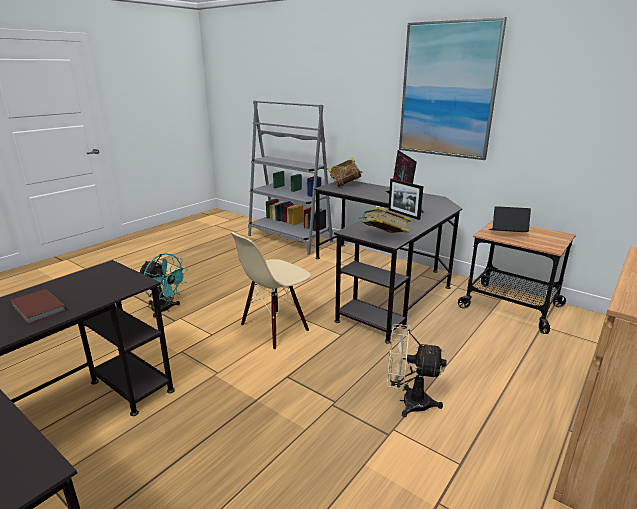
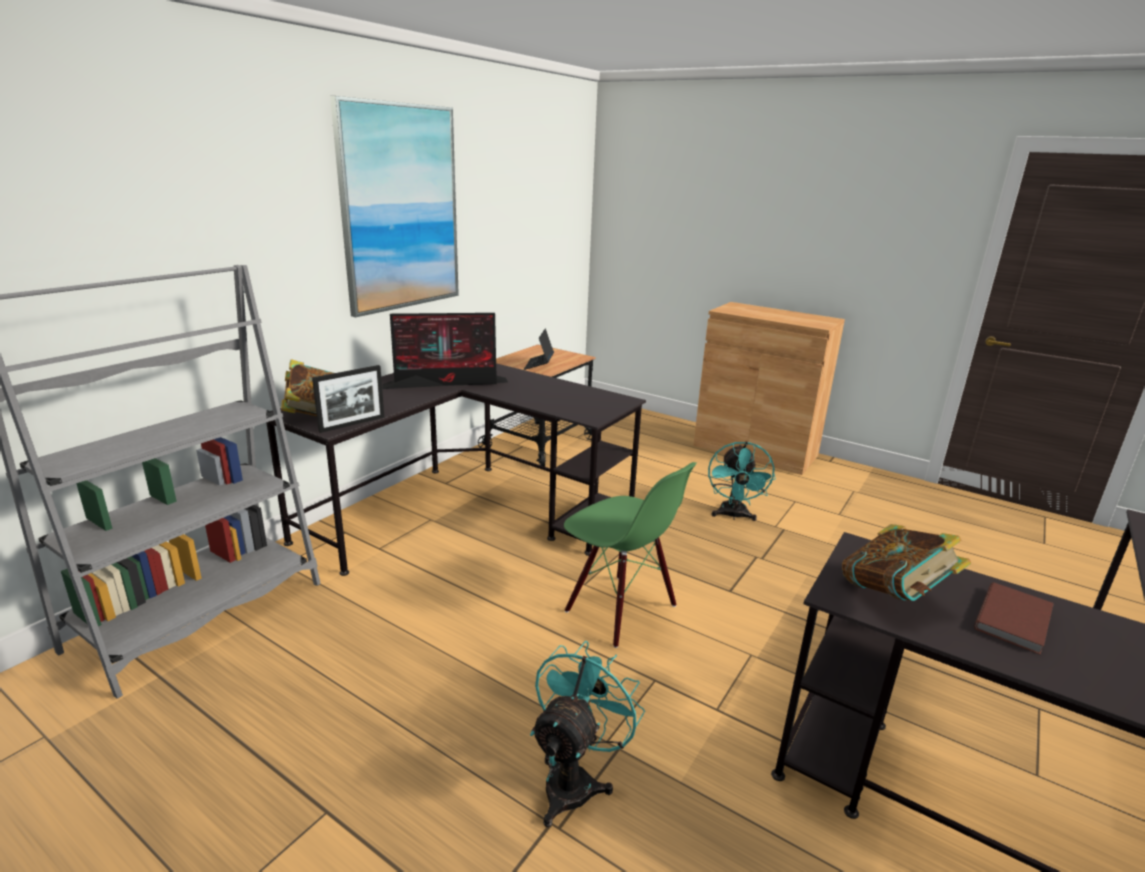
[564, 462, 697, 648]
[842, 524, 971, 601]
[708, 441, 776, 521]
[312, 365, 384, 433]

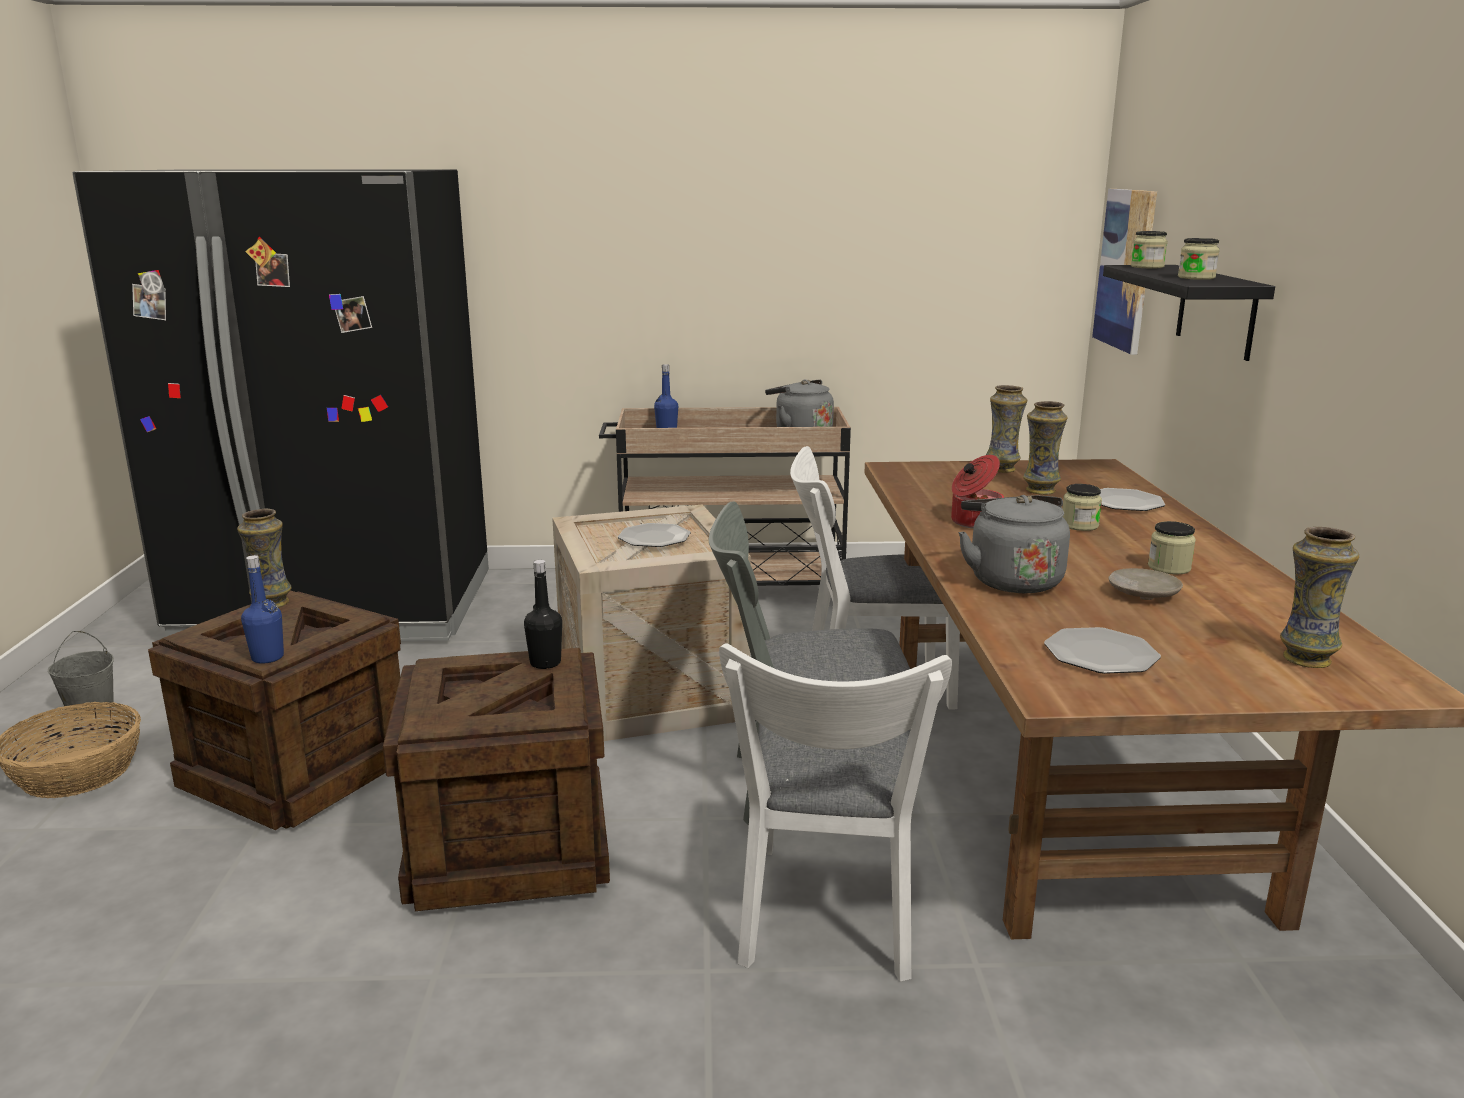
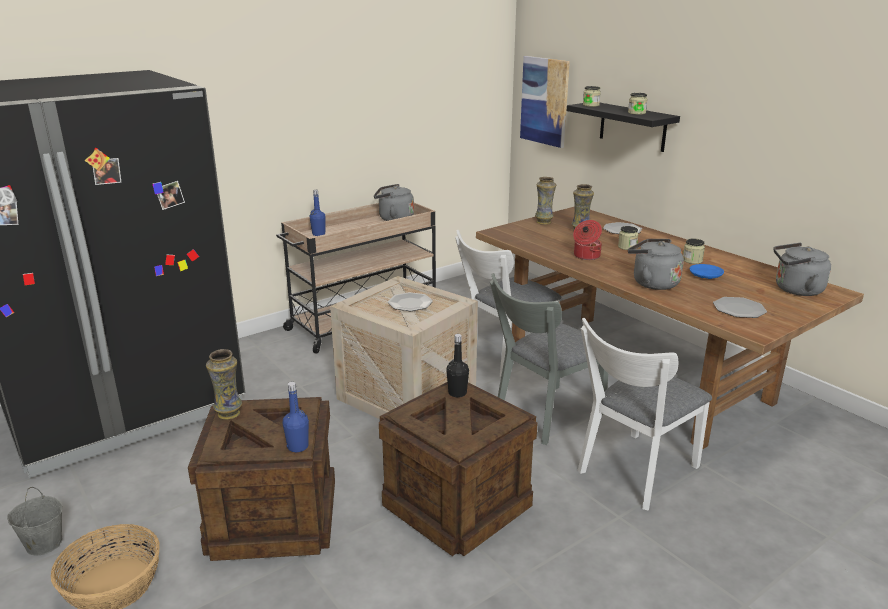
[578, 318, 712, 511]
[689, 264, 724, 279]
[773, 243, 831, 296]

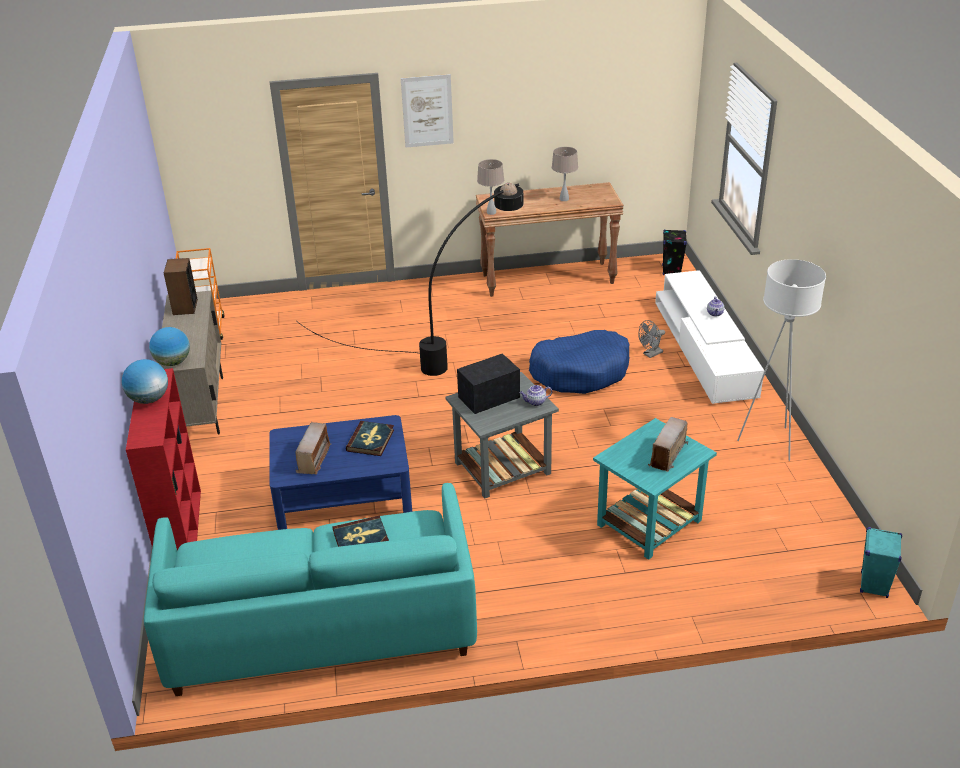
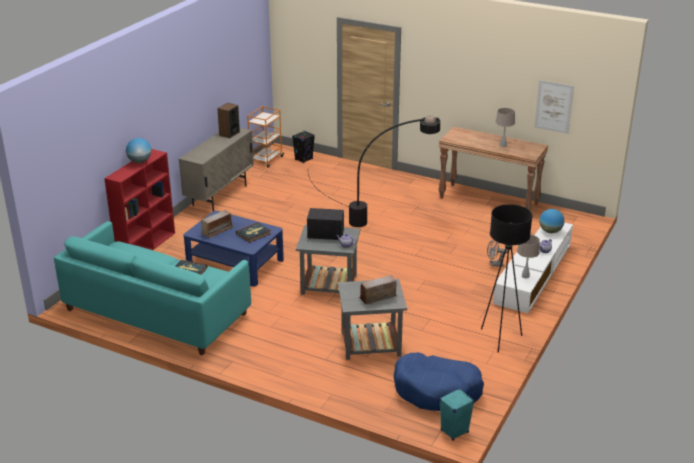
[539, 209, 564, 233]
[534, 80, 574, 134]
[517, 235, 540, 278]
[394, 353, 484, 411]
[338, 279, 407, 360]
[292, 131, 315, 163]
[481, 204, 532, 352]

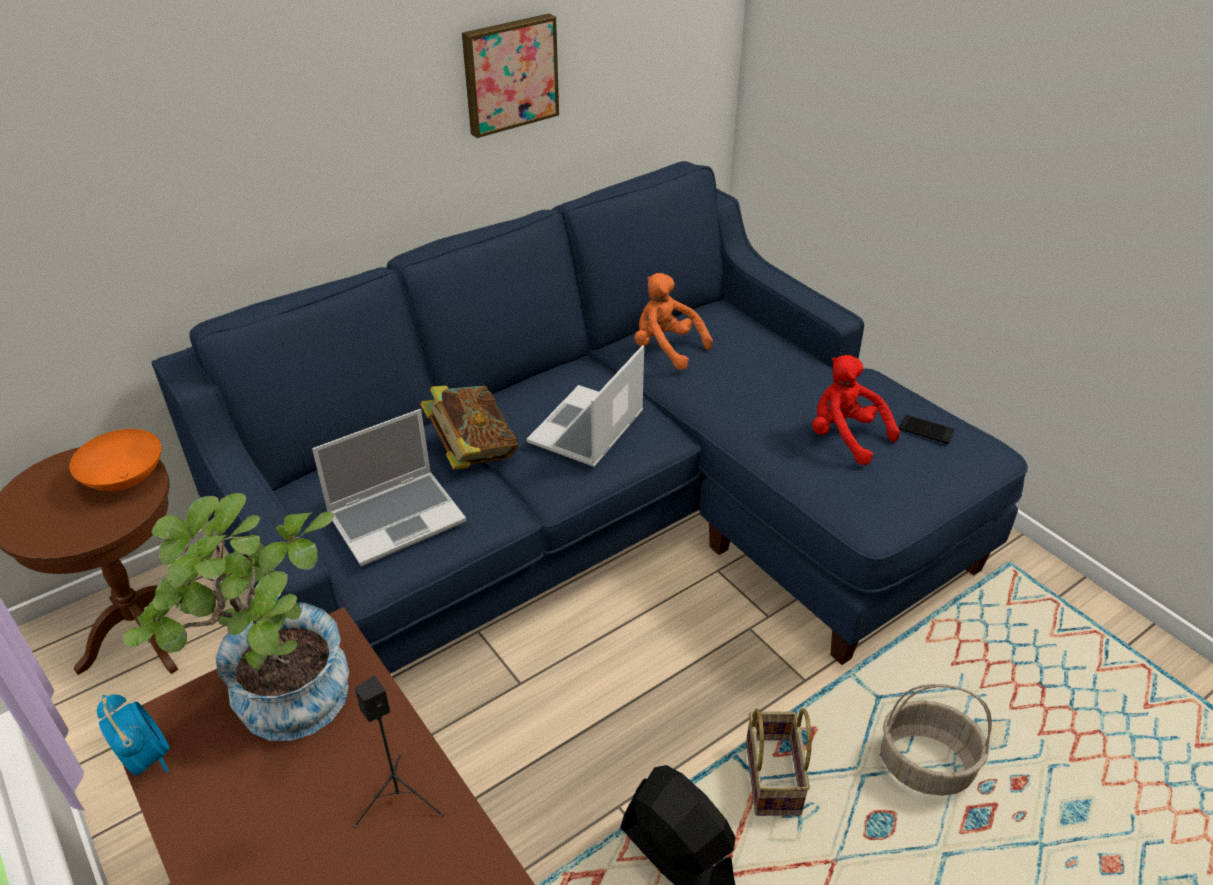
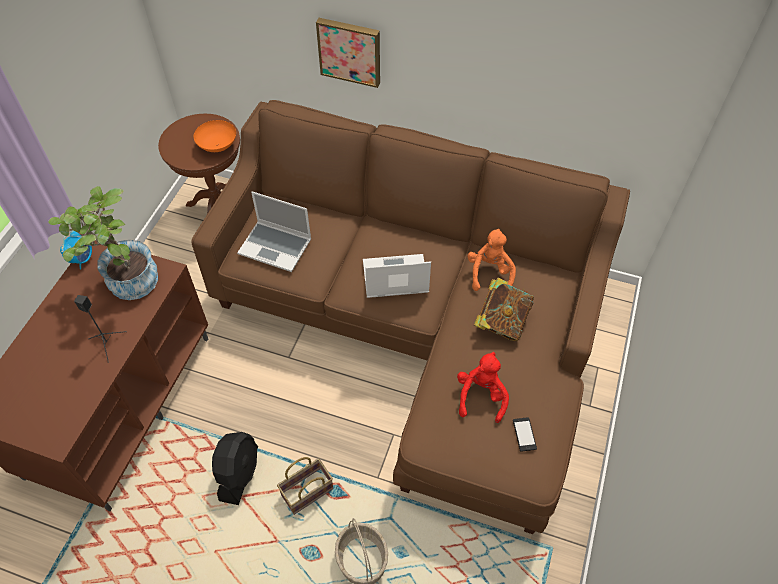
[191, 100, 630, 534]
[474, 278, 534, 341]
[316, 18, 380, 88]

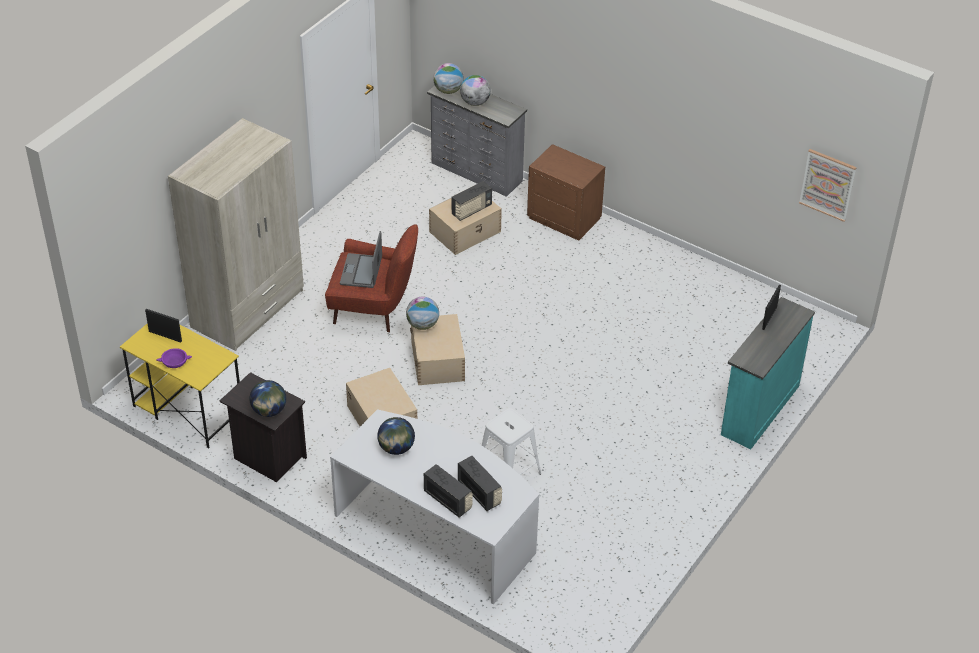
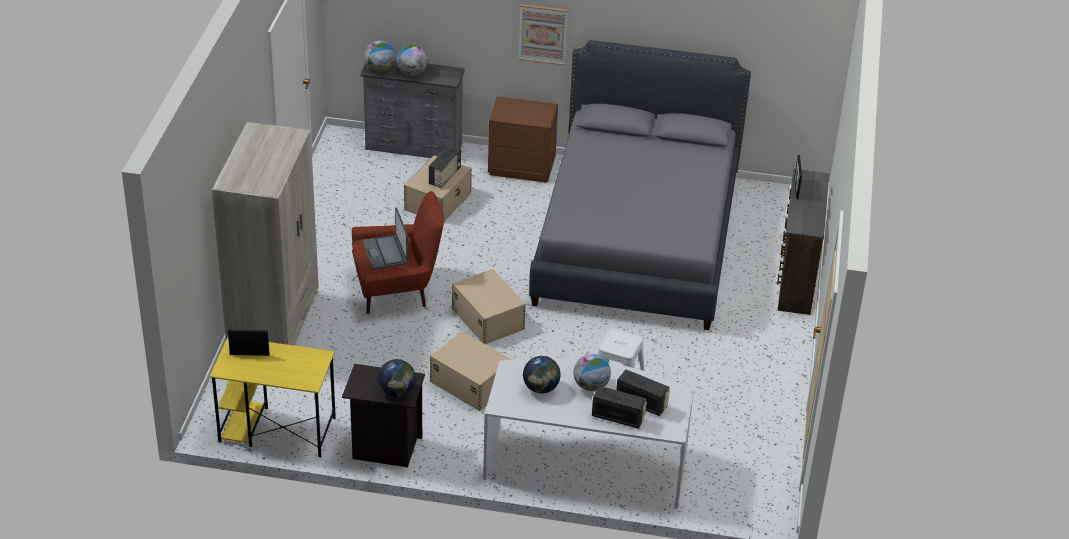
[156, 348, 192, 368] (first image)
[573, 354, 611, 391]
[777, 169, 829, 315]
[518, 4, 568, 65]
[529, 40, 751, 330]

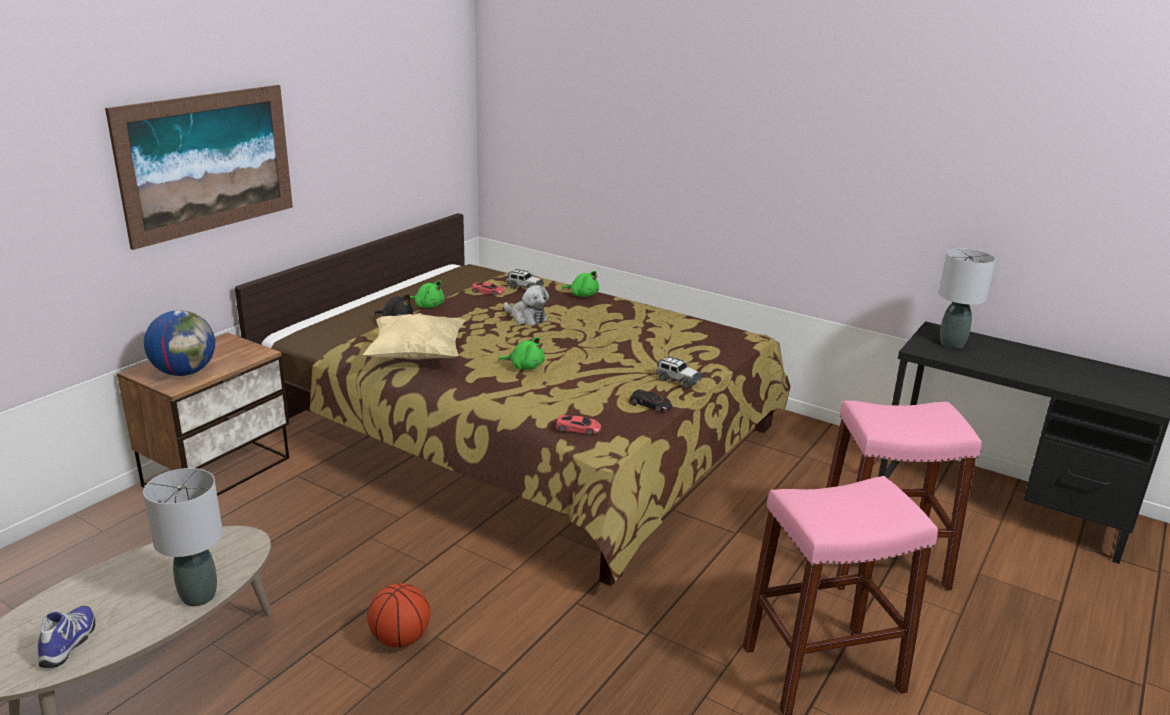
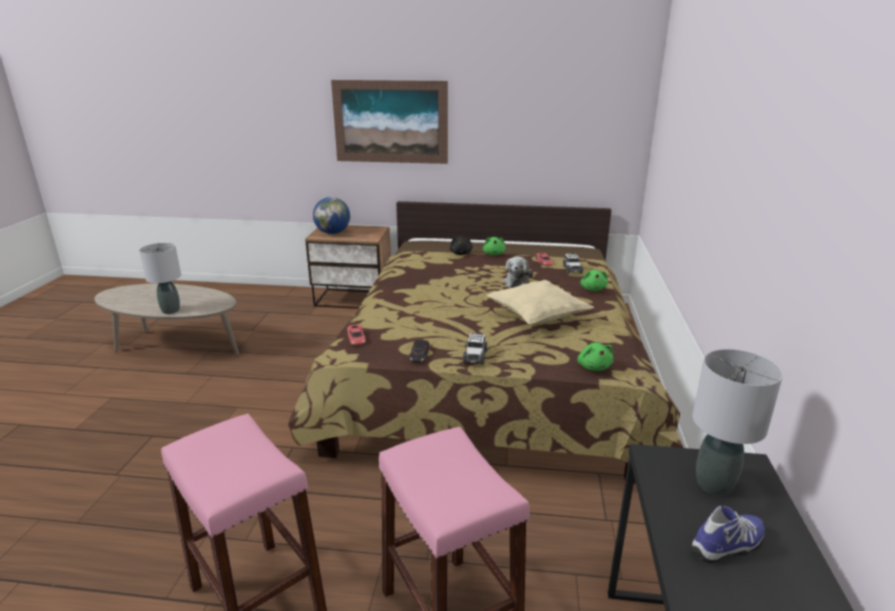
[690, 505, 765, 563]
[487, 280, 594, 325]
[367, 583, 431, 648] (first image)
[577, 342, 613, 371]

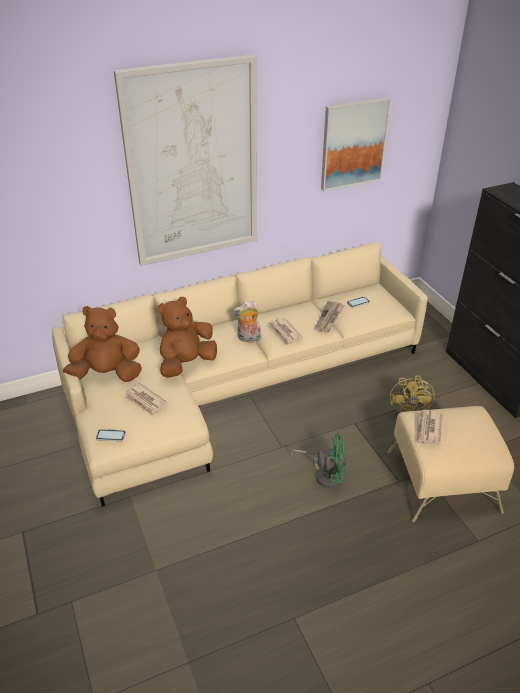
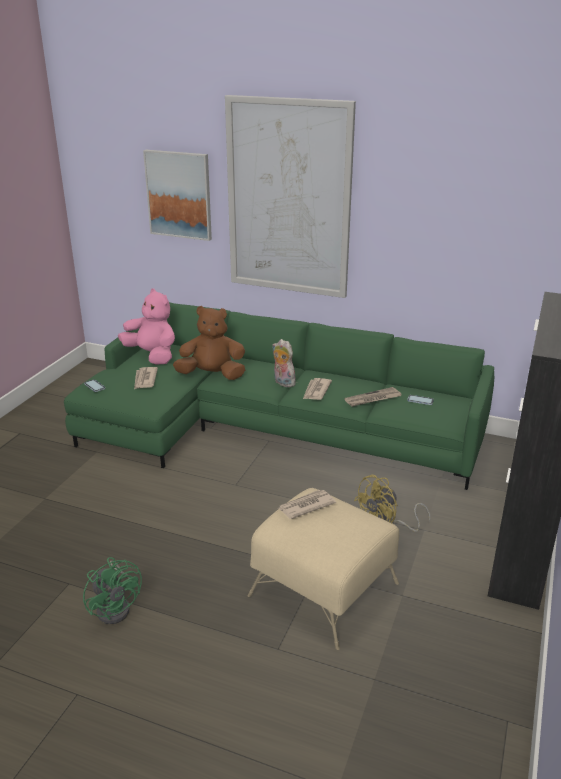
[64, 302, 494, 490]
[118, 288, 175, 365]
[83, 557, 142, 624]
[143, 150, 212, 241]

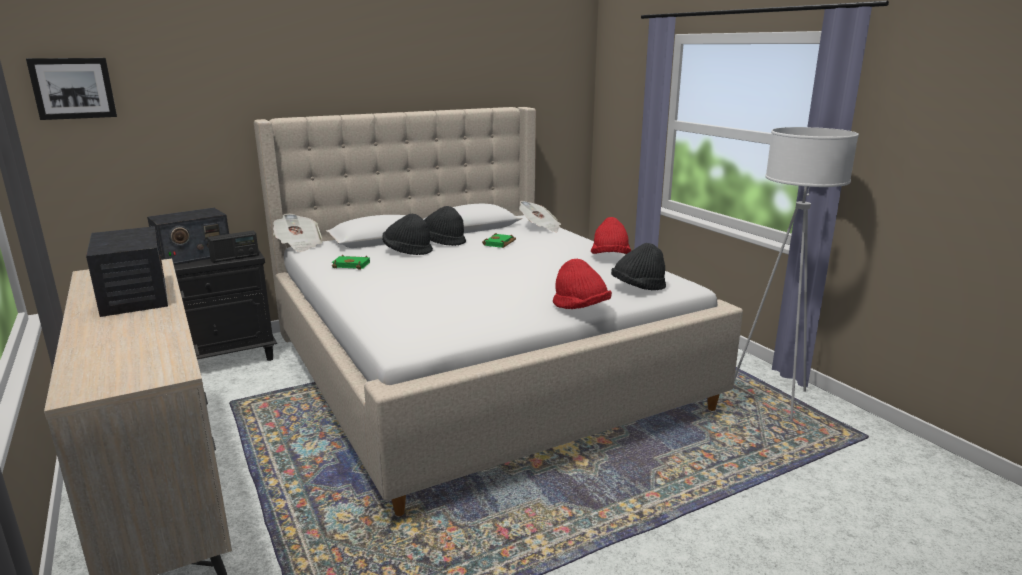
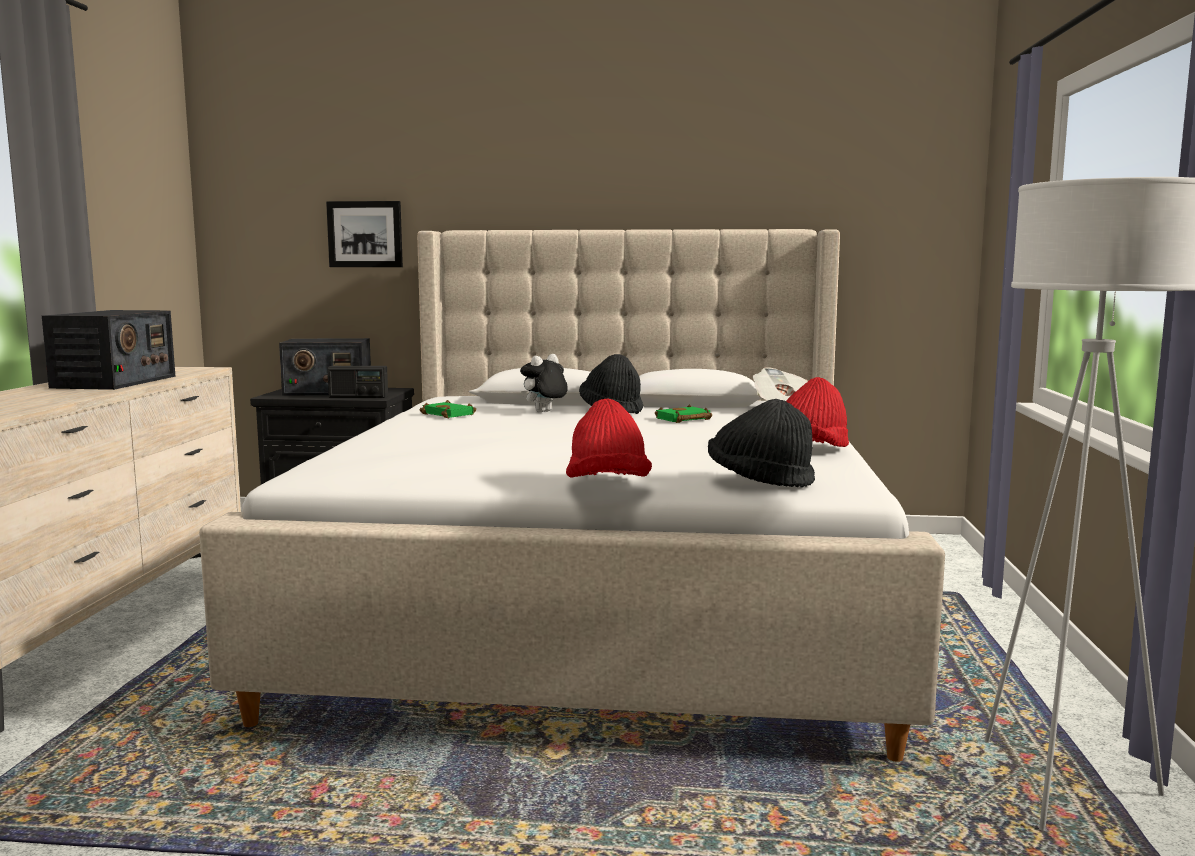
[326, 201, 403, 267]
[273, 214, 322, 252] (first image)
[520, 354, 568, 412]

